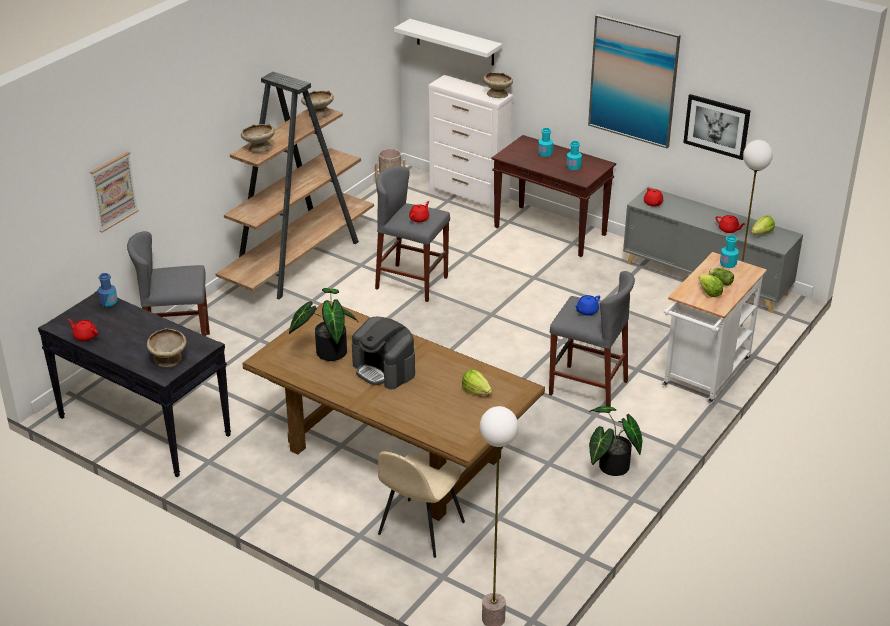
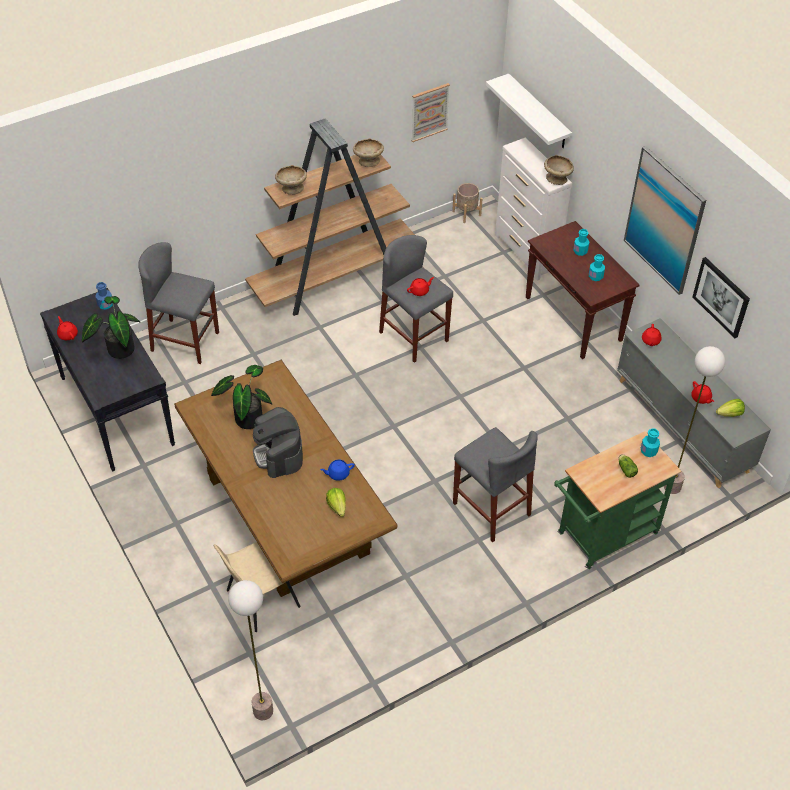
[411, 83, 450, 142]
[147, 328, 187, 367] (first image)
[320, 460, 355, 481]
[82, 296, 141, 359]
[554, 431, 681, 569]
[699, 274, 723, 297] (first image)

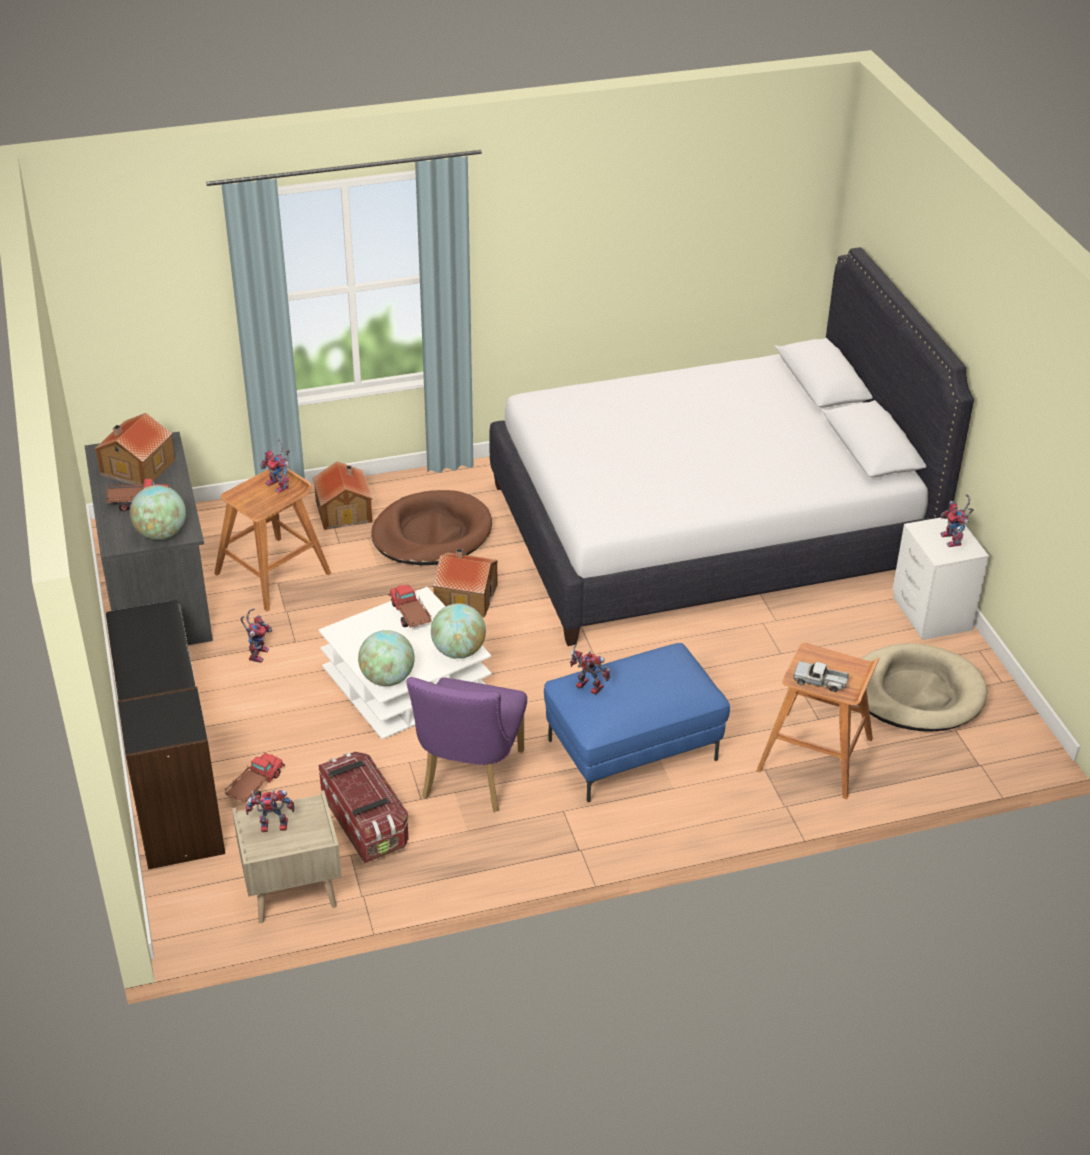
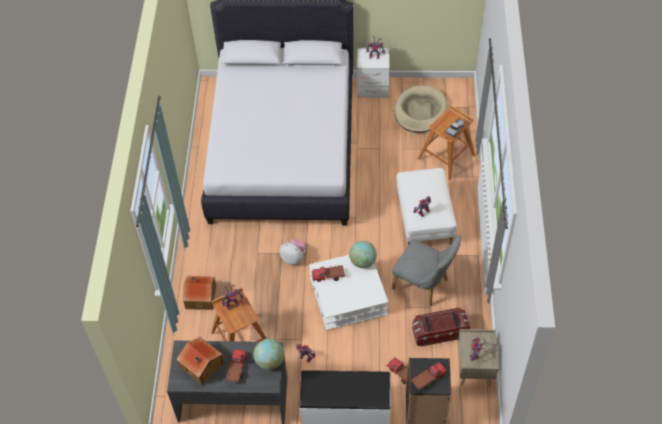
[358, 630, 415, 686] (first image)
[371, 490, 492, 565] (first image)
[392, 235, 462, 306]
[280, 239, 306, 265]
[397, 168, 457, 245]
[411, 362, 447, 390]

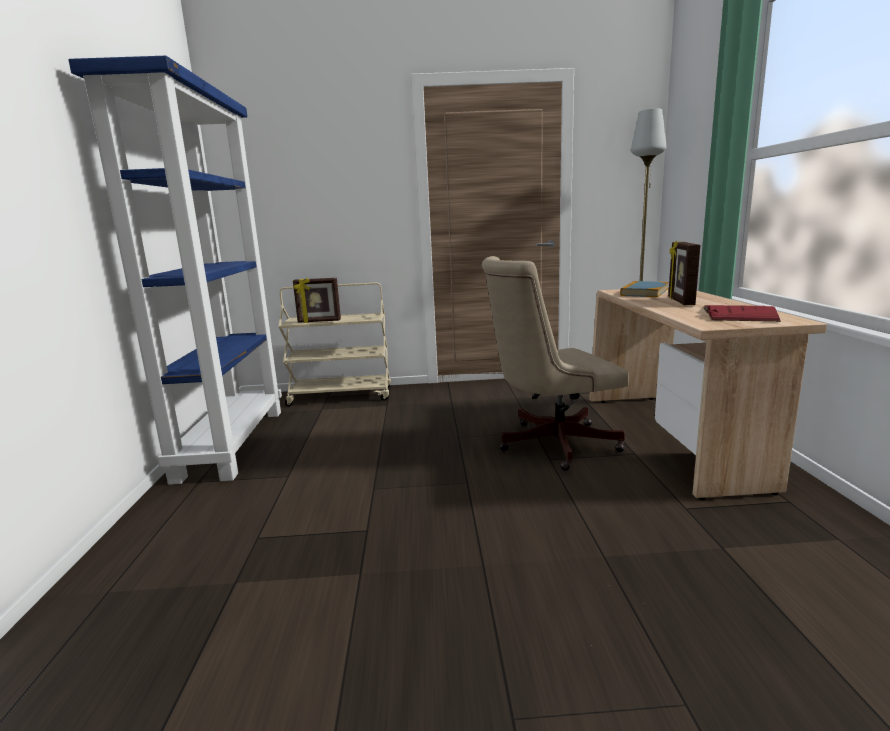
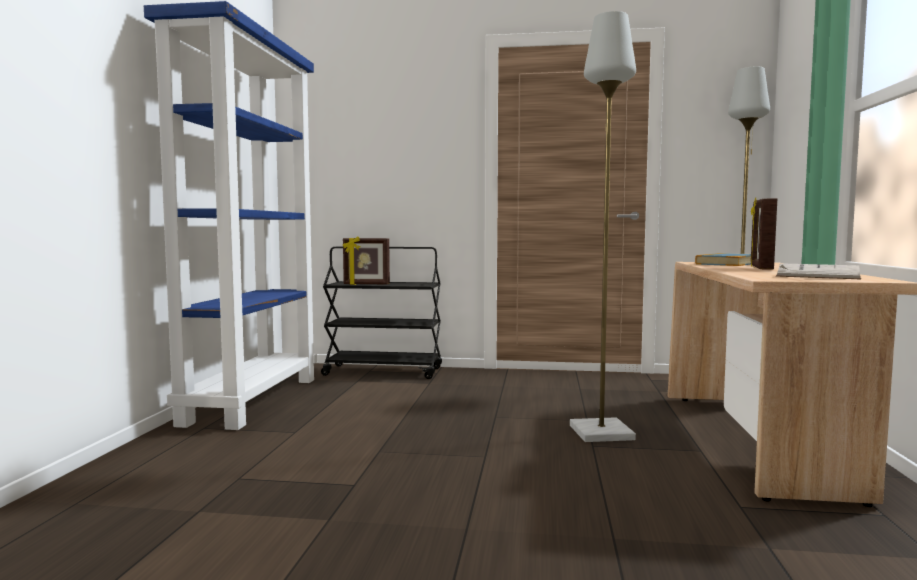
[321, 247, 442, 379]
[570, 11, 636, 442]
[776, 263, 861, 279]

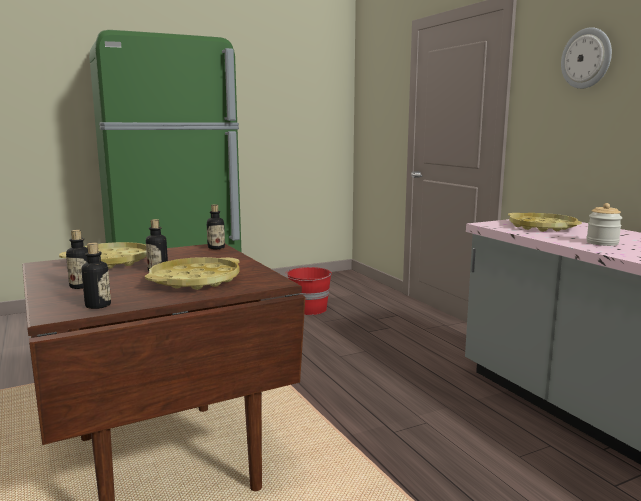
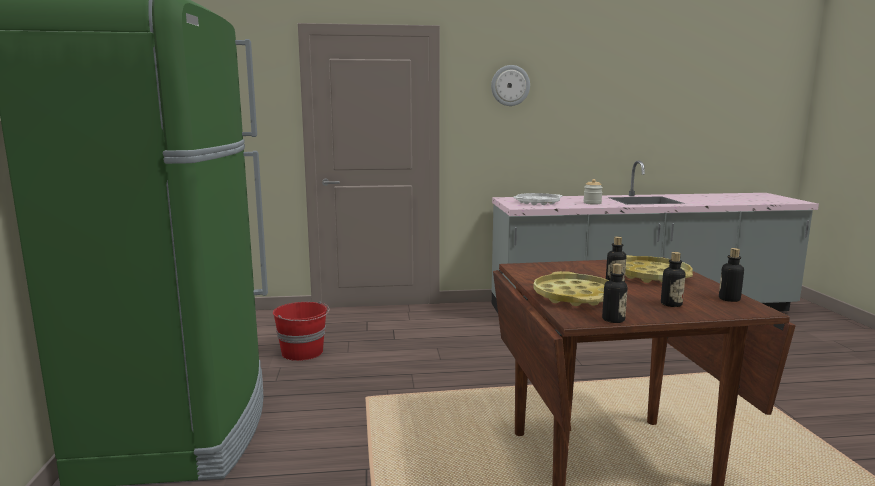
[602, 263, 628, 323]
[513, 193, 563, 205]

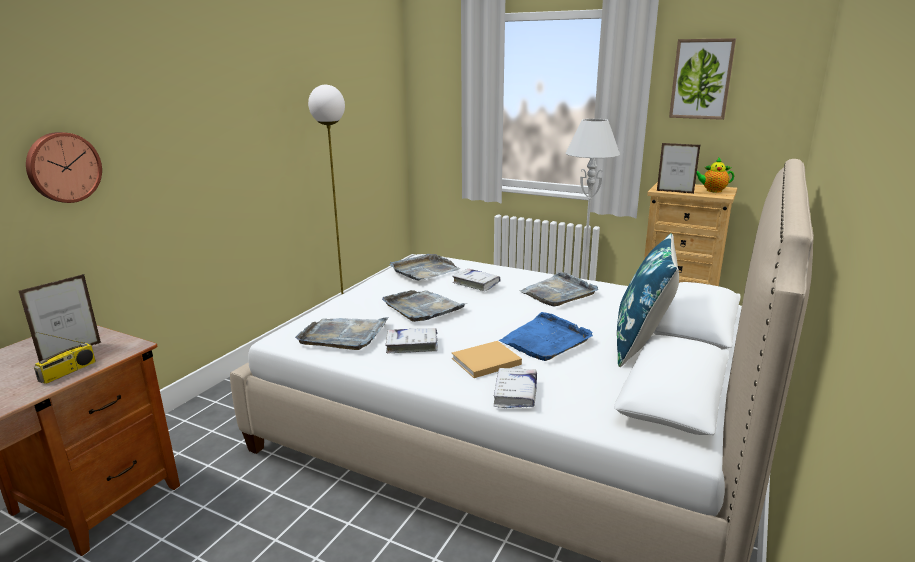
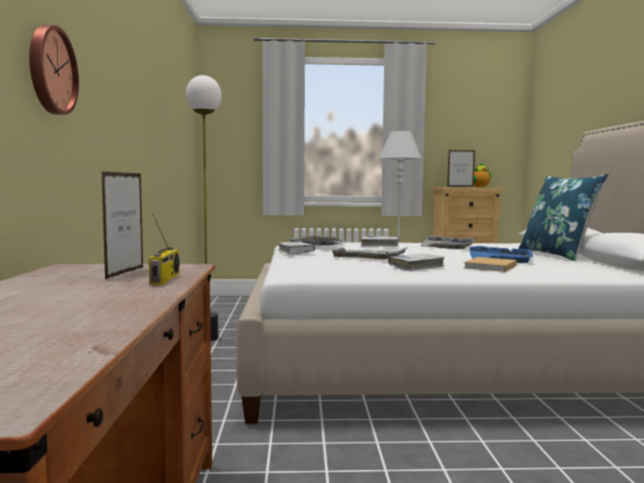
[295, 317, 389, 350] (first image)
[278, 241, 315, 254]
[669, 38, 736, 120] (first image)

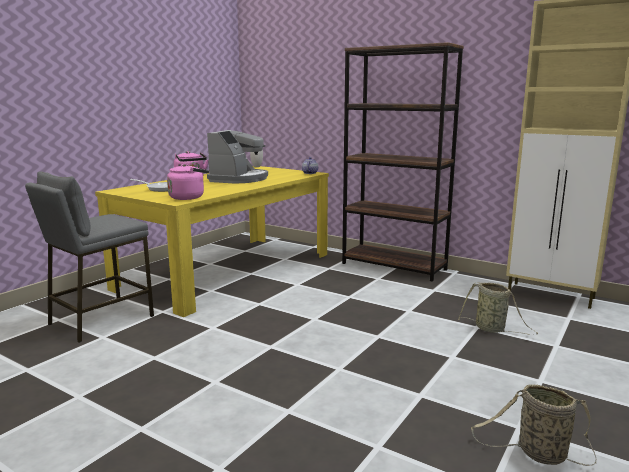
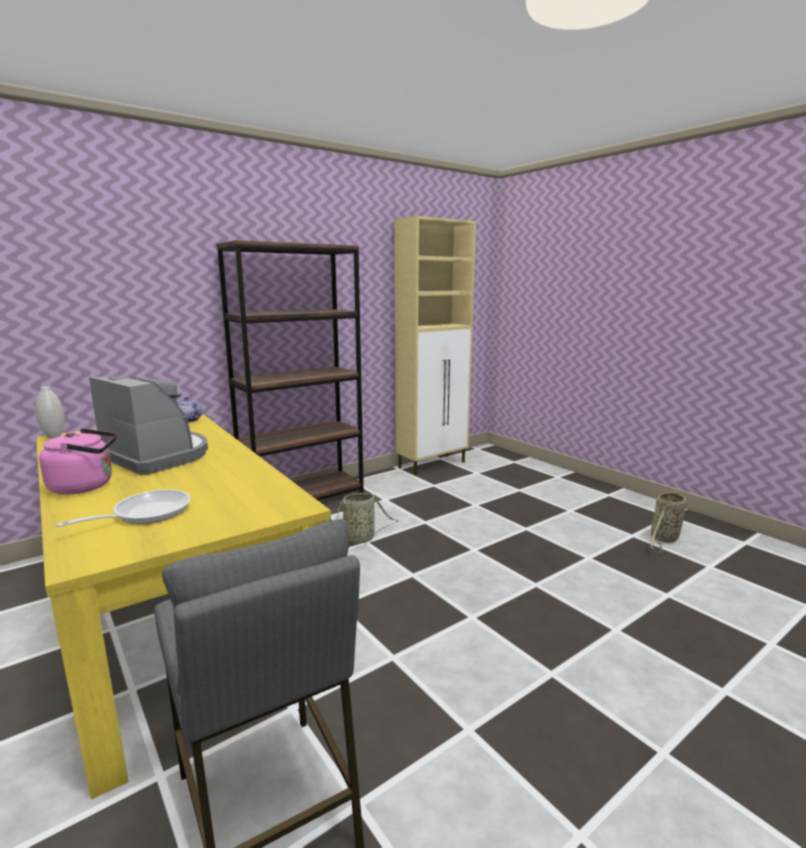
[167, 164, 209, 200] (first image)
[337, 493, 398, 544]

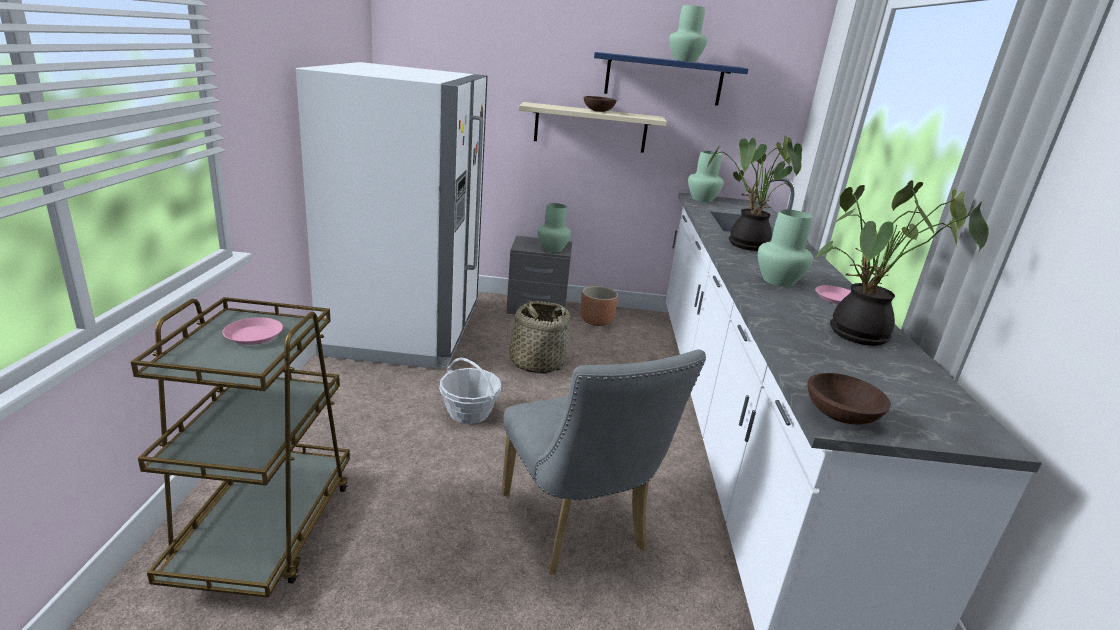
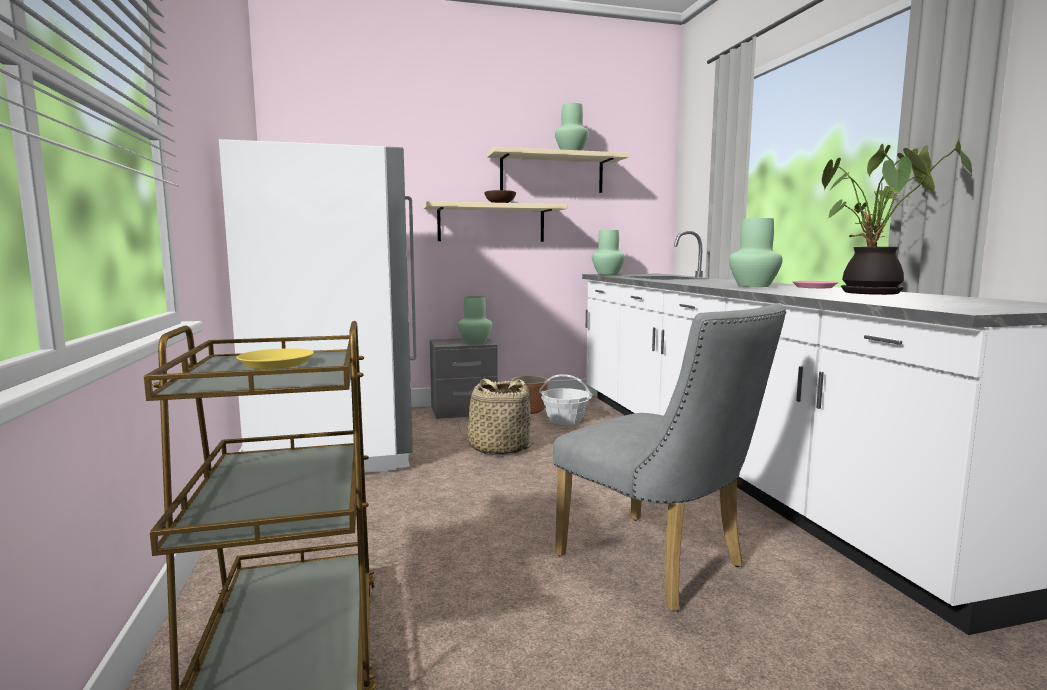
[236, 348, 314, 369]
[539, 374, 592, 425]
[487, 147, 629, 193]
[707, 136, 802, 251] (first image)
[807, 373, 891, 425] (first image)

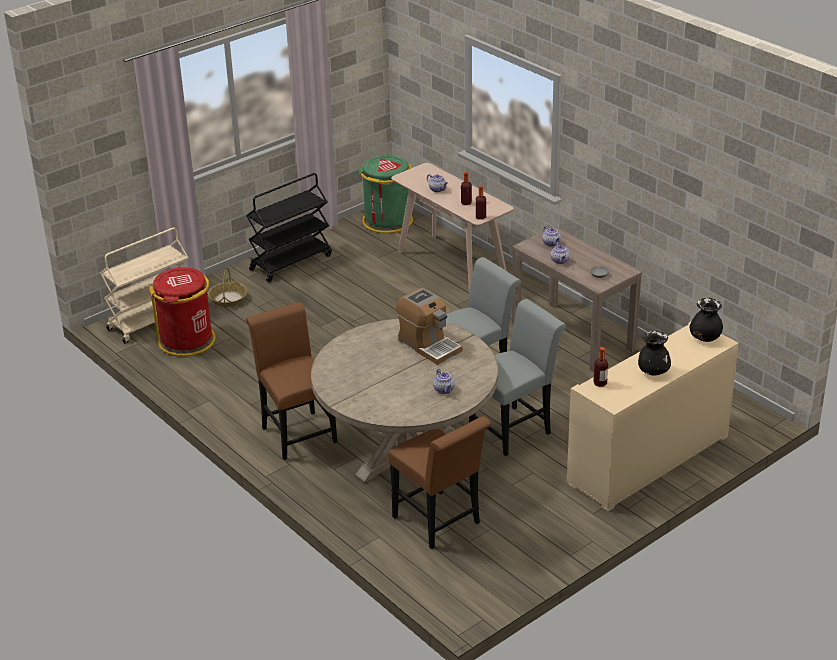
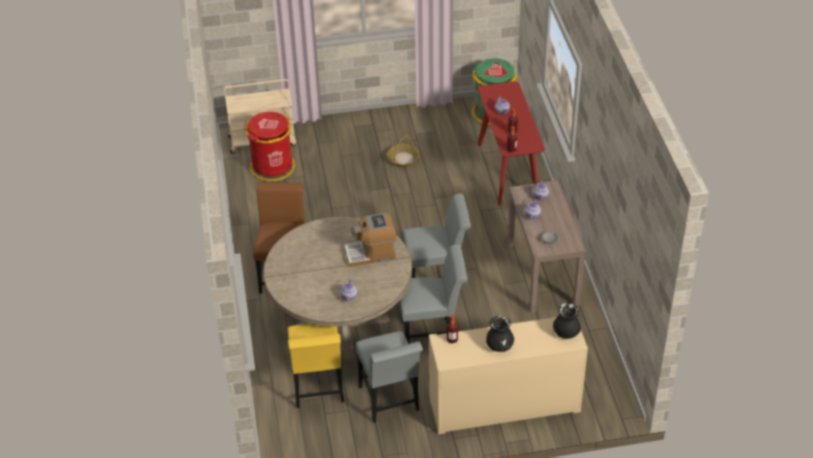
[387, 136, 419, 167]
[246, 173, 332, 282] (first image)
[287, 324, 344, 408]
[477, 81, 545, 206]
[344, 213, 396, 267]
[356, 331, 423, 423]

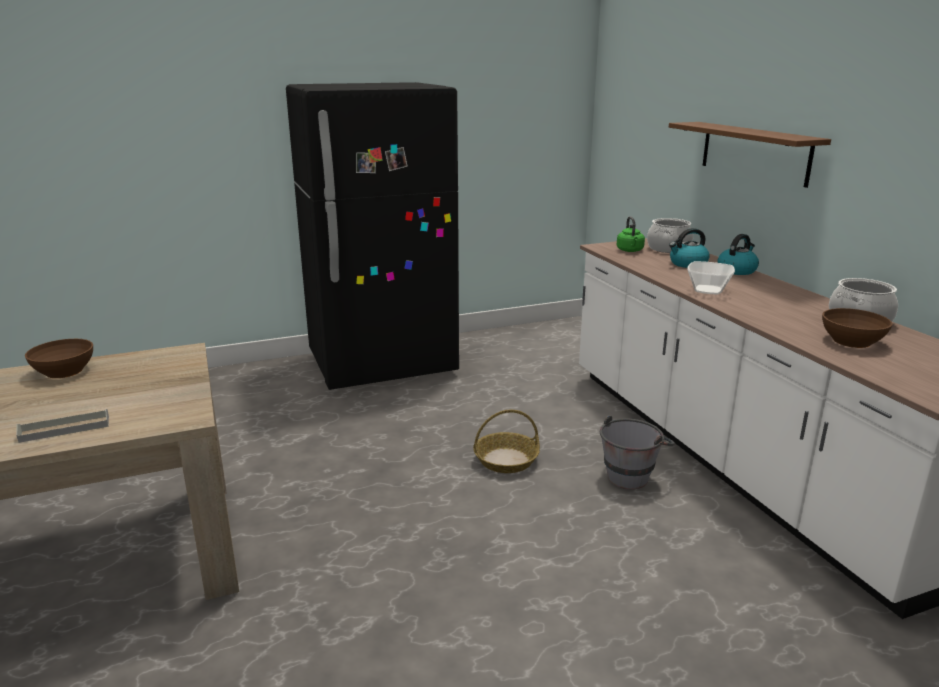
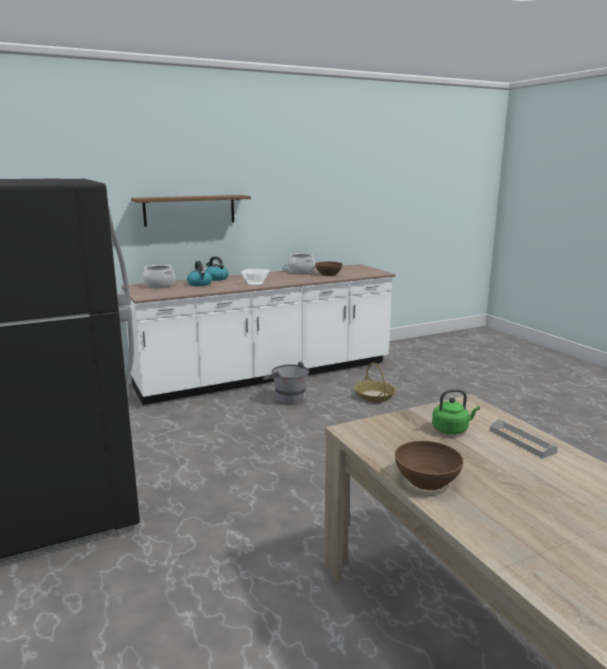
[355, 362, 396, 402]
[432, 389, 480, 434]

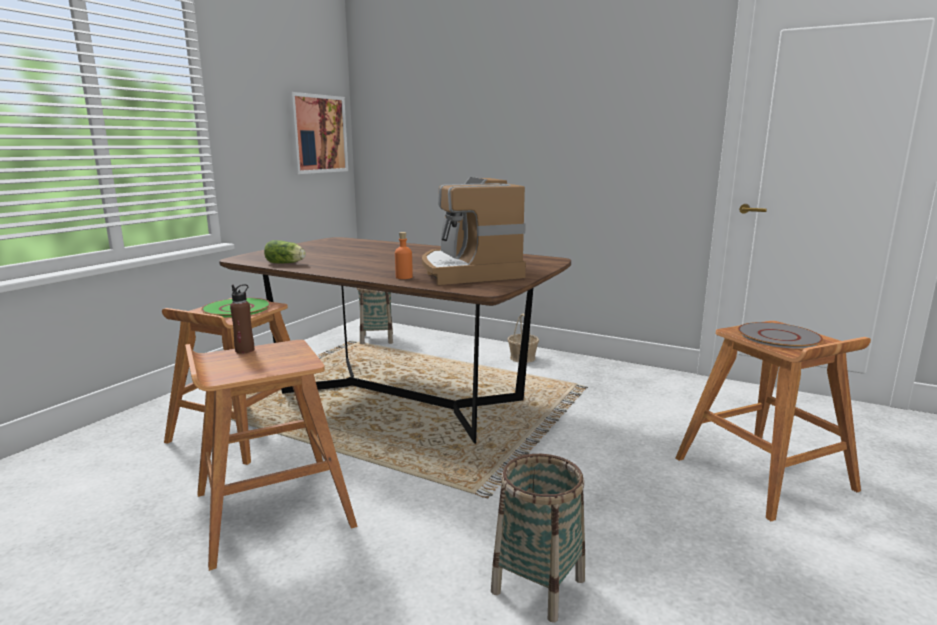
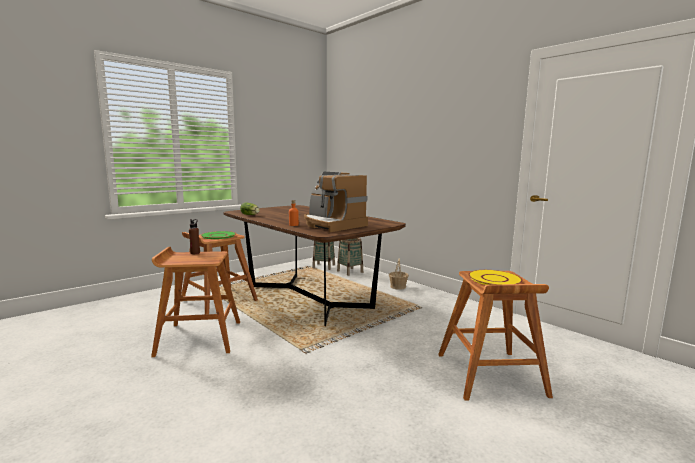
[288, 92, 348, 174] (first image)
[304, 172, 368, 232]
[337, 237, 363, 276]
[468, 270, 523, 285]

